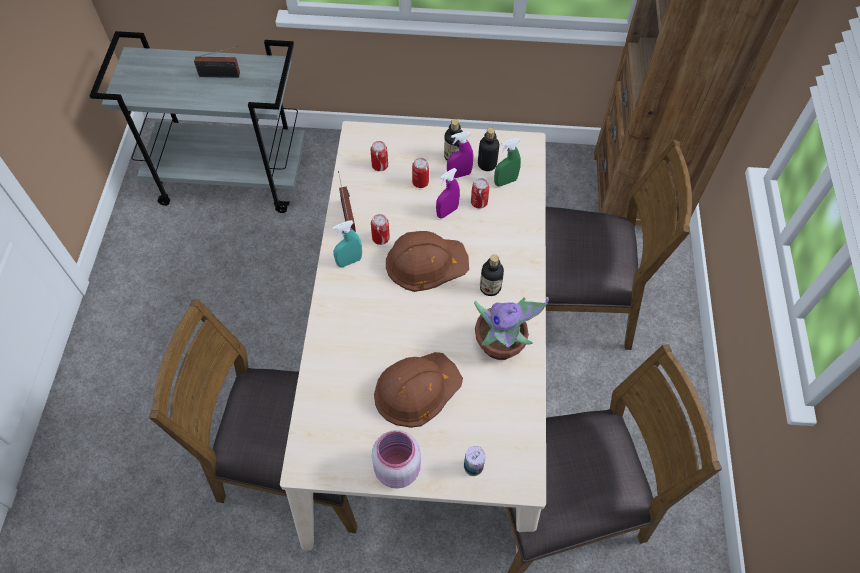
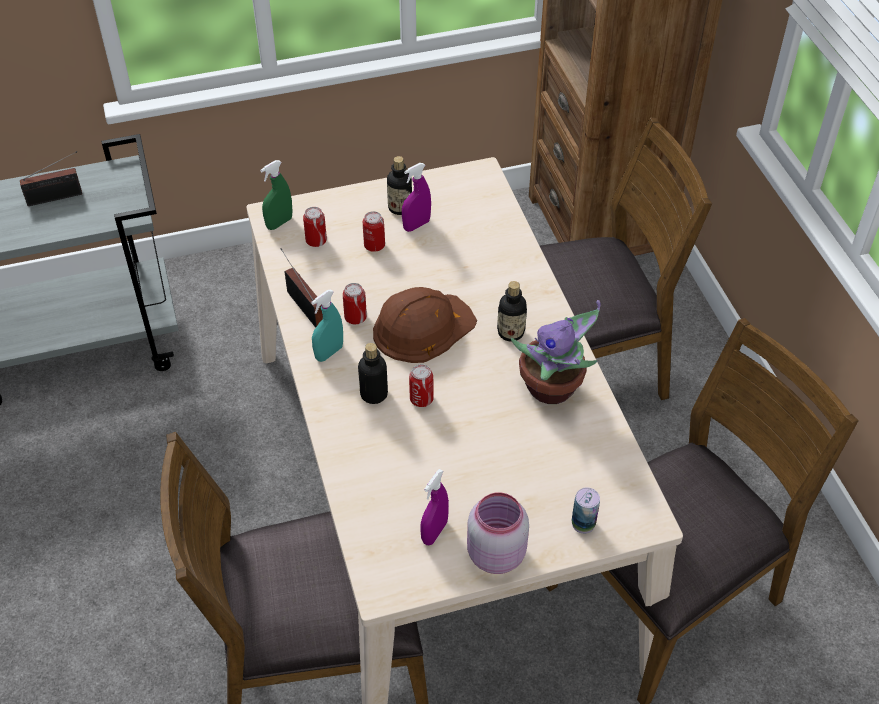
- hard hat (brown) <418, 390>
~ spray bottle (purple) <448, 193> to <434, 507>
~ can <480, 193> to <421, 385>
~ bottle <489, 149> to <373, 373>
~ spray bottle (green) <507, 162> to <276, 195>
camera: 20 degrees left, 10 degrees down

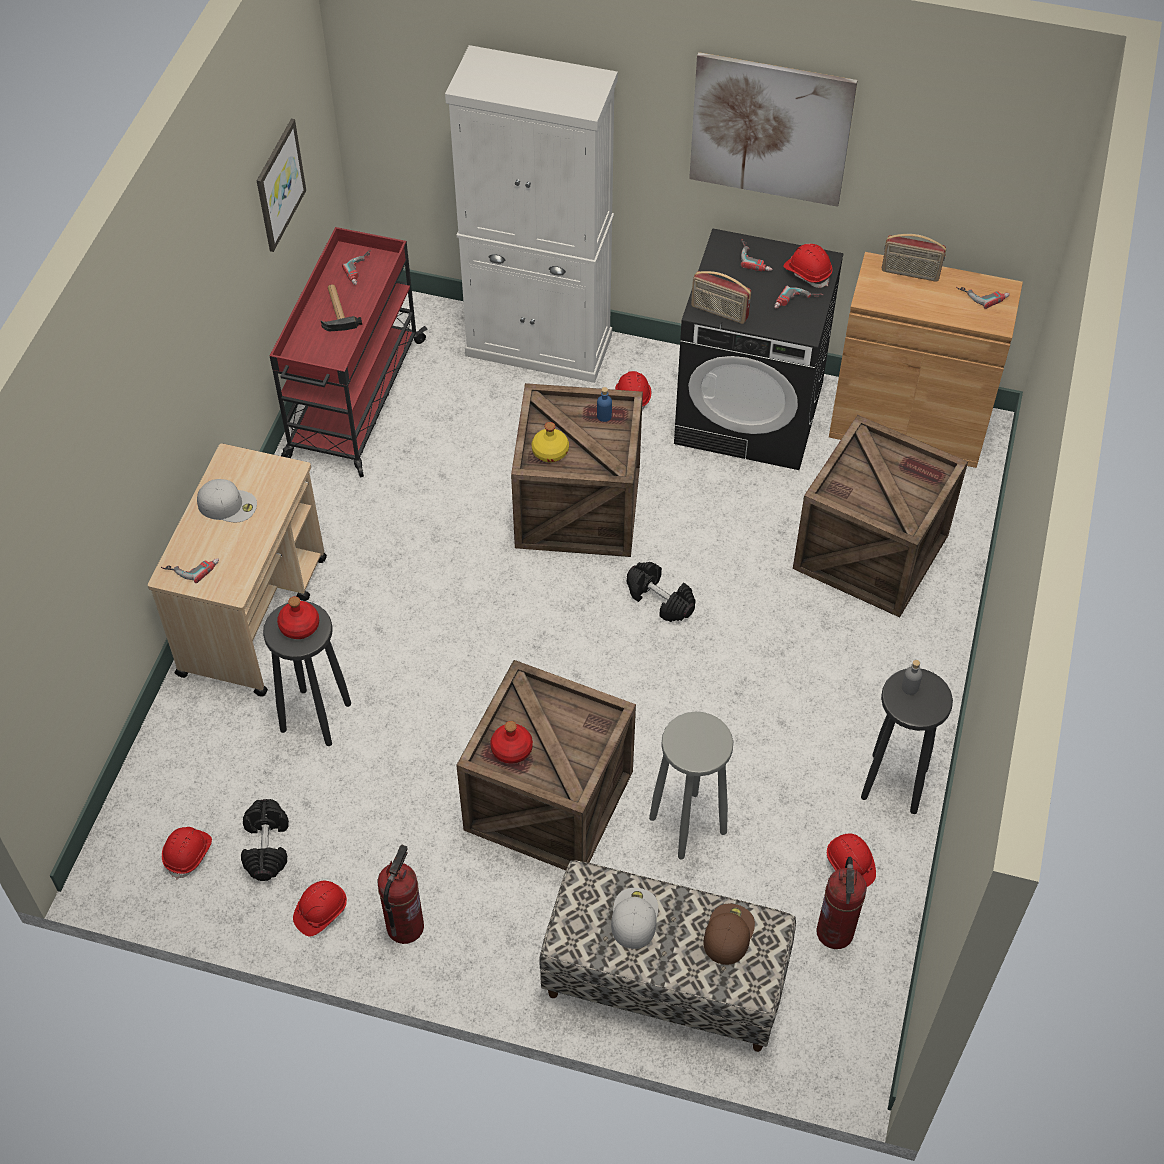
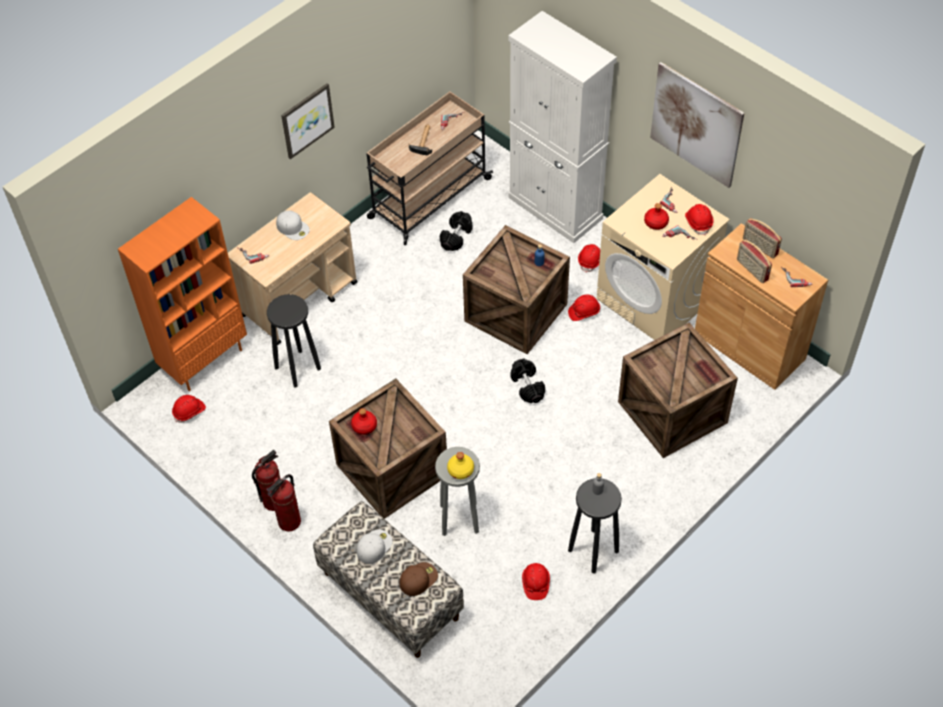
+ bookcase (orange) <182, 294>
~ dumbbell (black) <265, 840> to <456, 231>
~ picture <281, 185> to <308, 121>
~ bottle (red) <298, 617> to <656, 216>
~ hard hat (red) <320, 909> to <584, 307>
~ bottle (yellow) <550, 442> to <460, 465>
~ radio <721, 297> to <754, 261>
~ fire extinguisher <841, 903> to <285, 503>
~ cart (red) <348, 352> to cart (beige) <429, 168>
~ washing machine (black) <759, 349> to washing machine (beige) <663, 257>
camera: 30 degrees right, 0 degrees up

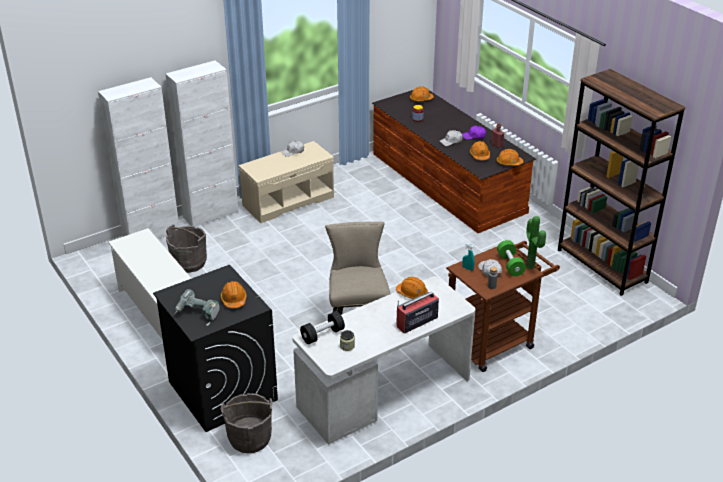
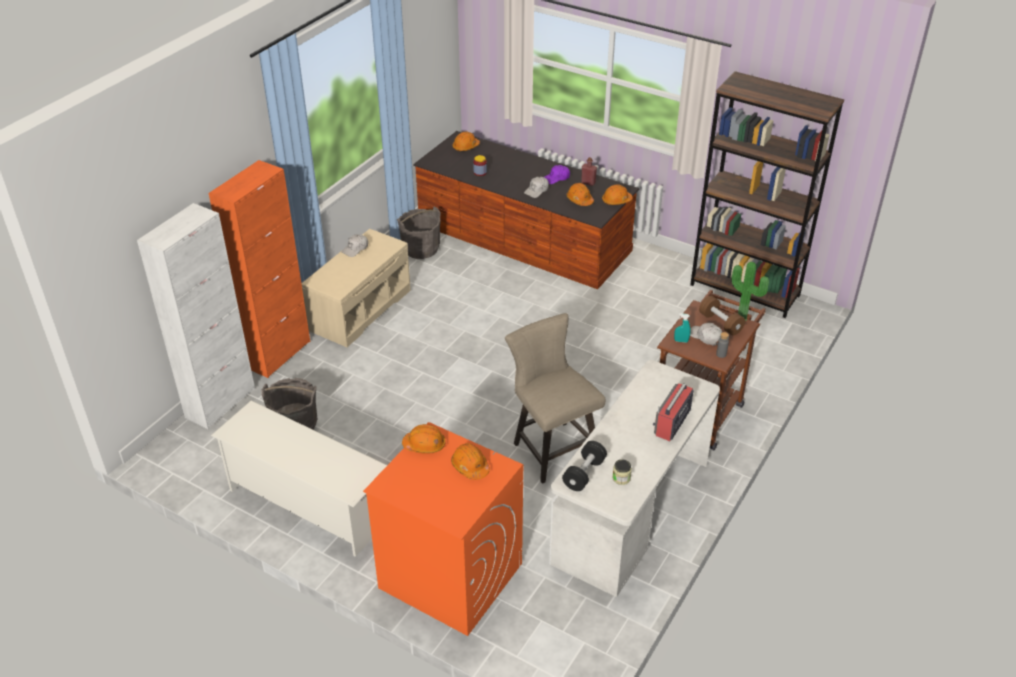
- power drill <197, 307>
~ bucket (grey) <247, 423> to <419, 233>
~ hard hat (orange) <412, 288> to <424, 439>
~ washing machine (black) <215, 348> to washing machine (orange) <443, 529>
~ cabinet (white) <202, 144> to cabinet (orange) <259, 269>
~ dumbbell (green) <511, 258> to dumbbell (brown) <722, 315>
camera: 25 degrees left, 5 degrees up

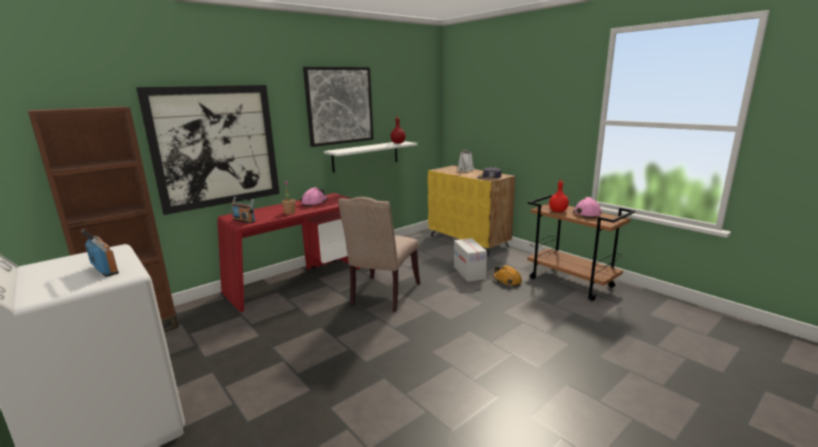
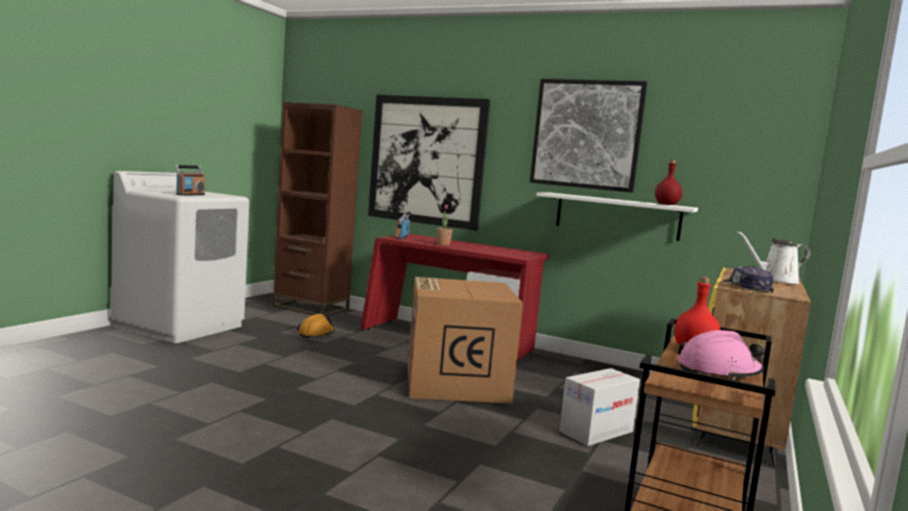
- hard hat (pink) <314, 197>
~ hard hat (orange) <507, 276> to <316, 326>
~ chair (beige) <379, 254> to cardboard box <465, 340>
camera: 65 degrees right, 10 degrees down

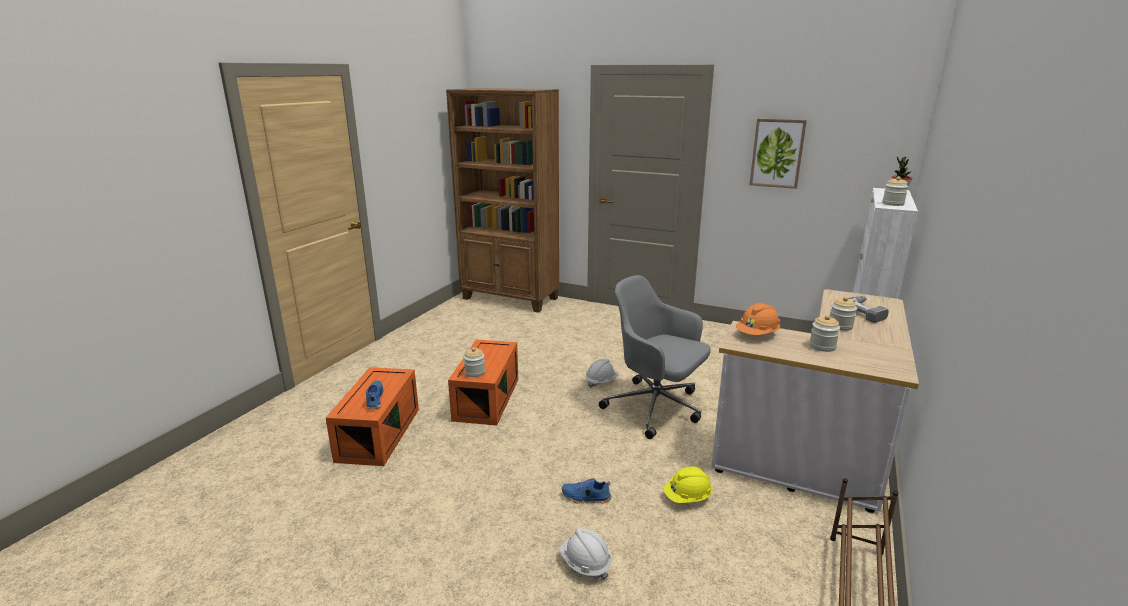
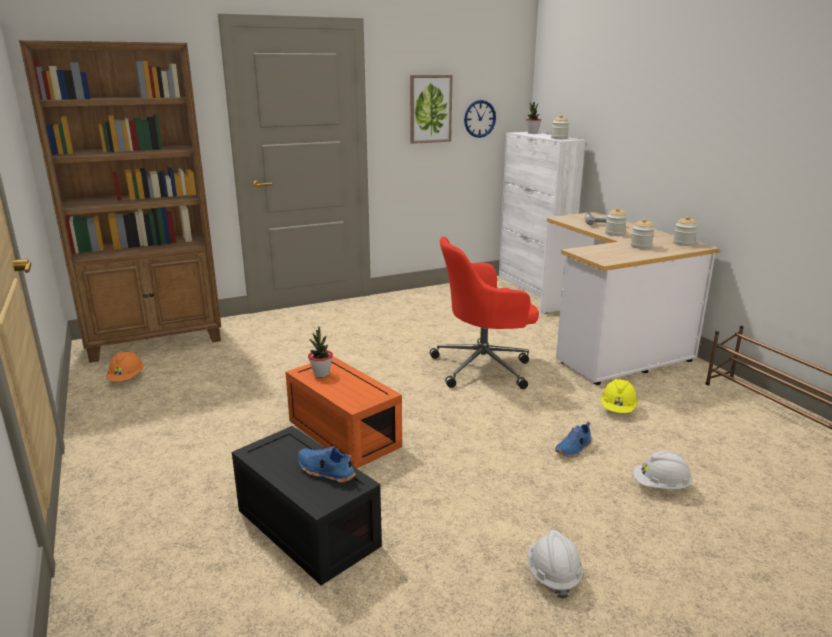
+ potted plant <320, 351>
+ wall clock <480, 119>
~ jar <474, 362> to <685, 231>
~ hard hat (white) <602, 373> to <555, 564>
~ hard hat (orange) <758, 319> to <125, 366>
~ storage box (orange) <372, 416> to storage box (black) <307, 506>
~ office chair (grey) <655, 357> to office chair (red) <484, 312>
camera: 50 degrees left, 0 degrees up

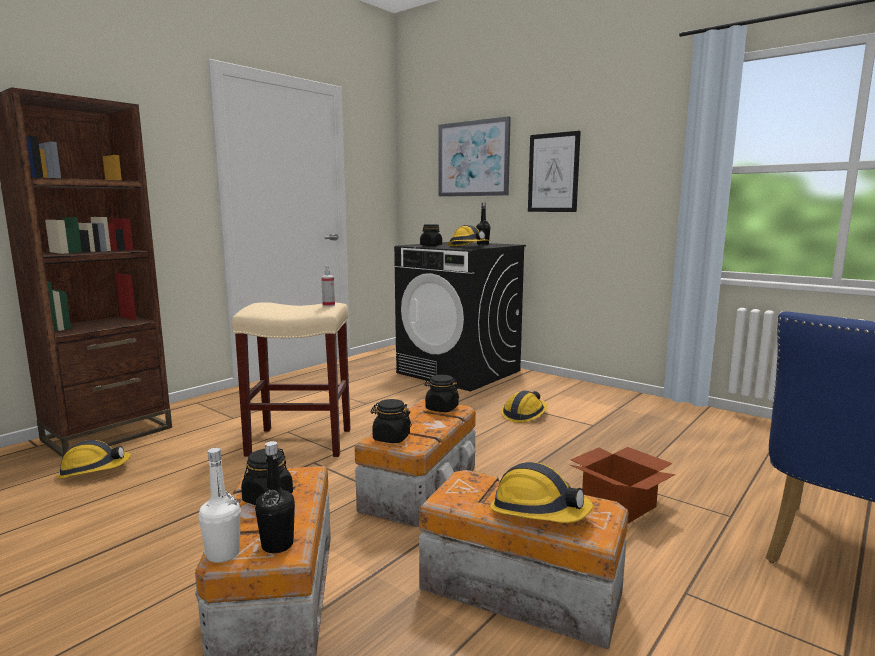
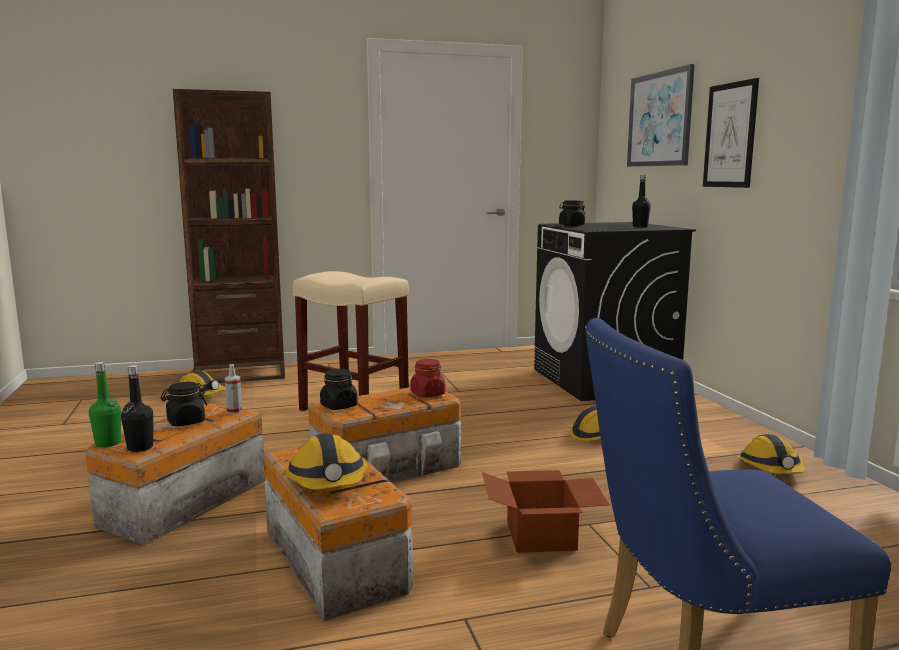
~ spray bottle <328, 286> to <233, 389>
~ hard hat <469, 235> to <771, 454>
~ bottle (white) <220, 505> to bottle (green) <105, 404>
~ jar (black) <441, 393> to jar (red) <428, 378>
camera: 35 degrees right, 0 degrees up

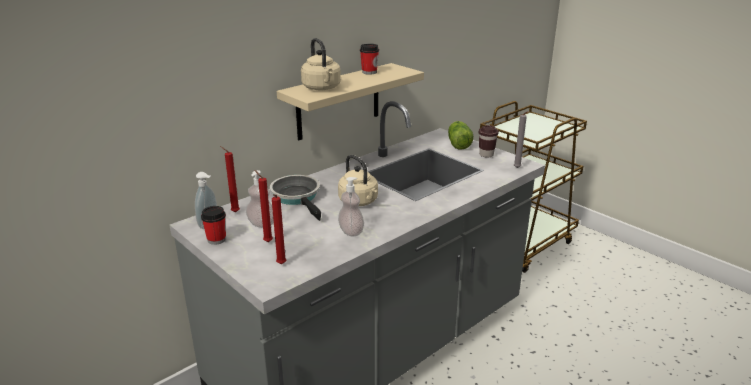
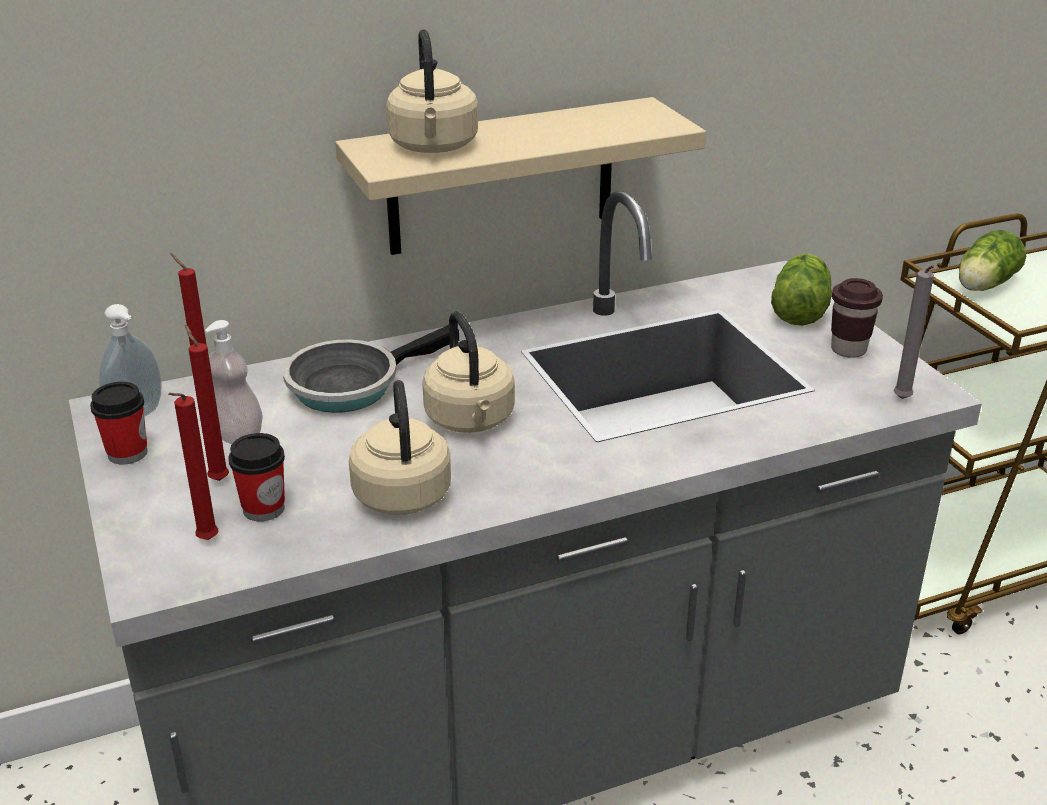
+ lettuce <992, 260>
~ cup <369, 59> to <256, 477>
~ soap dispenser <351, 207> to kettle (beige) <400, 447>
~ frying pan <295, 198> = <371, 369> 120 degrees counterclockwise
camera: 20 degrees right, 5 degrees up

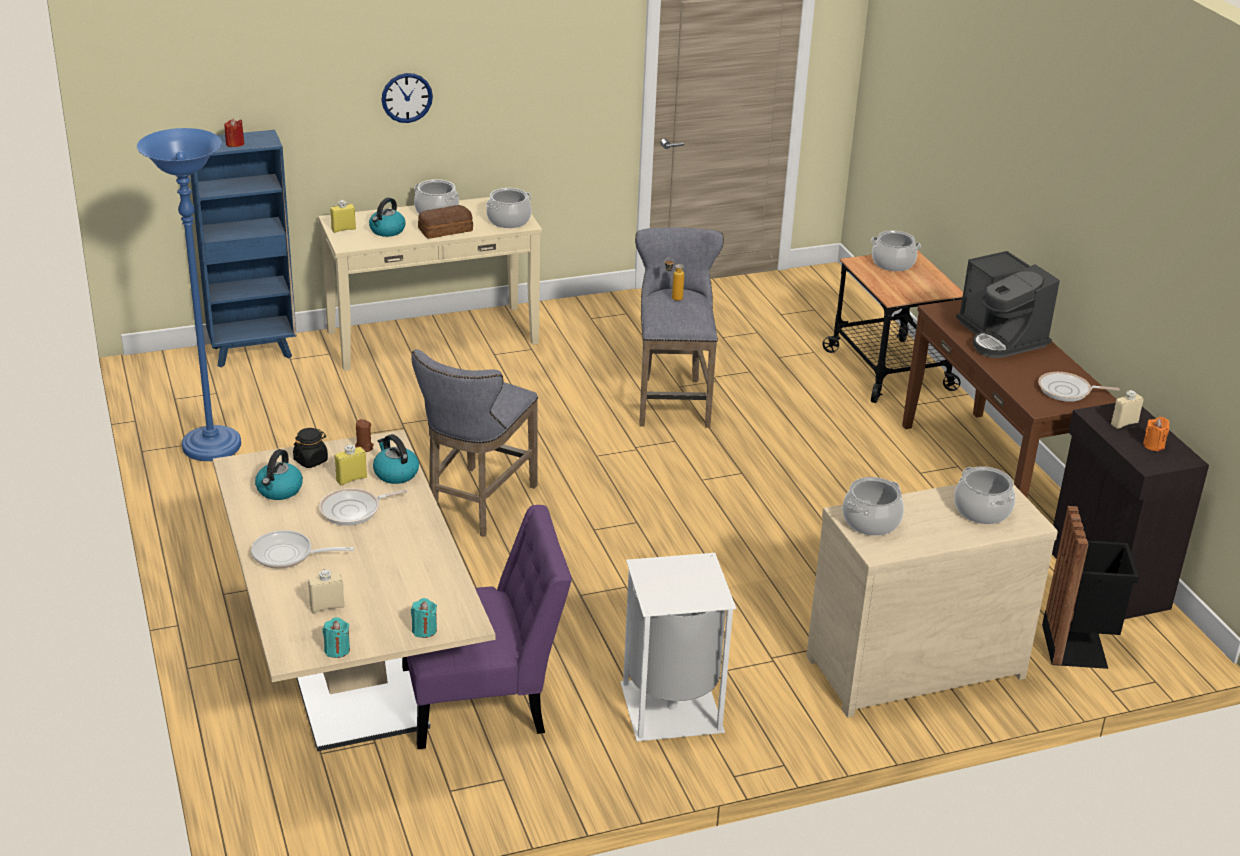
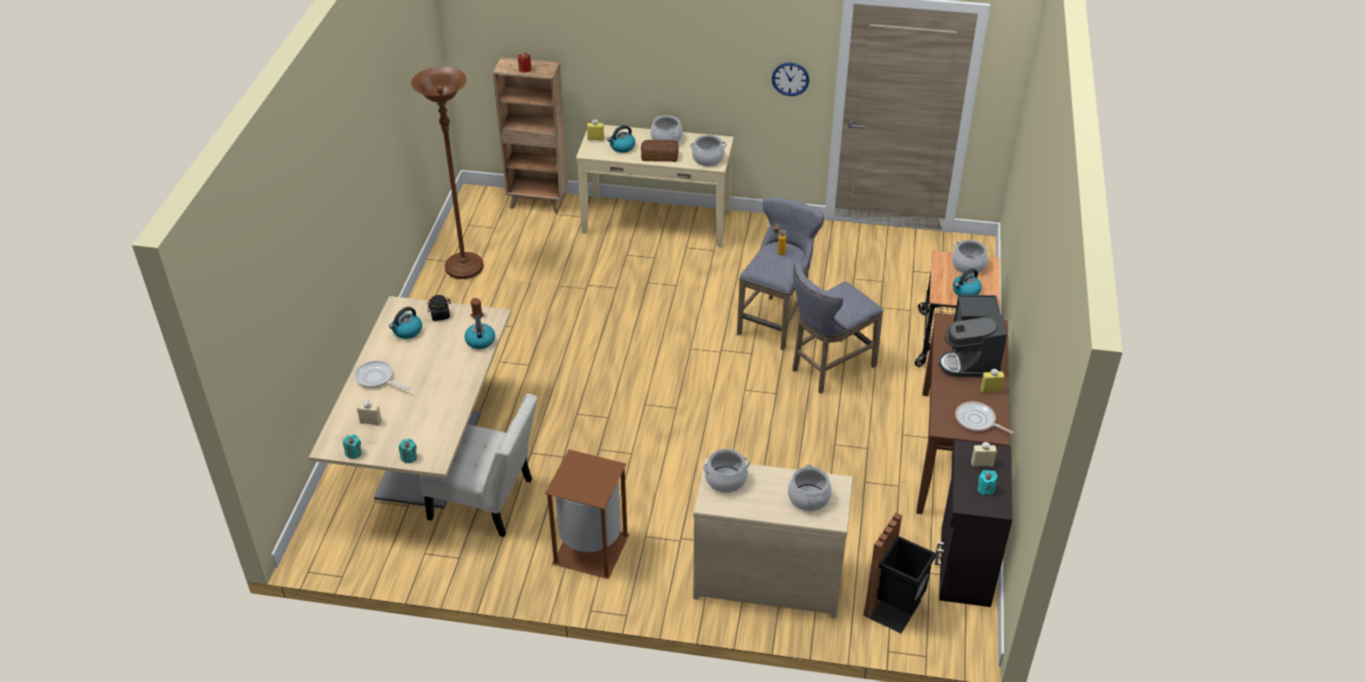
- frying pan <363, 507>
+ kettle <967, 281>
~ bottle (yellow) <351, 464> to <992, 381>
~ wall clock <407, 98> to <790, 79>
~ stool (grey) <474, 442> to <837, 328>
~ floor lamp (blue) <189, 294> to floor lamp (brown) <447, 173>
~ bookcase (blue) <243, 249> to bookcase (brown) <530, 135>
~ chair (purple) <487, 627> to chair (white) <479, 465>
~ trash can (white) <678, 647> to trash can (brown) <587, 514>
~ candle (orange) <1156, 434> to candle (turquoise) <987, 483>
camera: 30 degrees right, 10 degrees up

